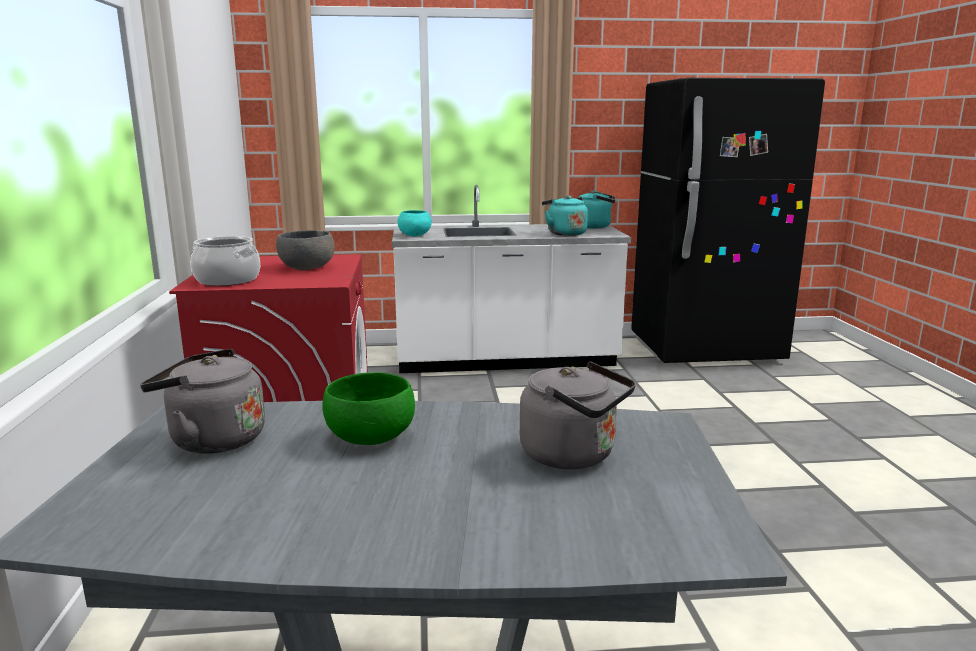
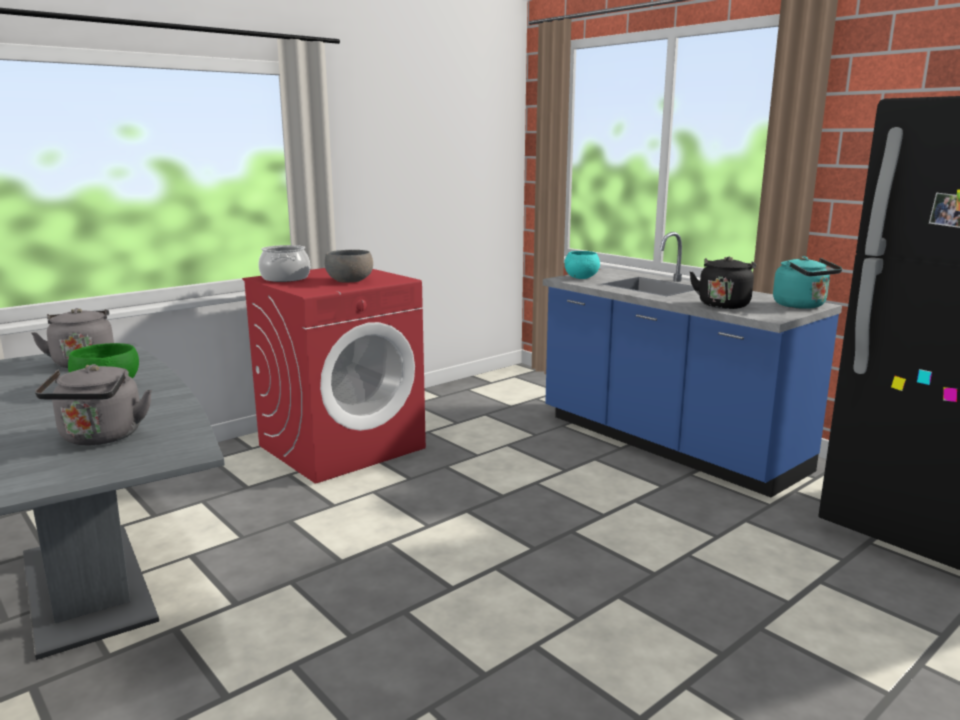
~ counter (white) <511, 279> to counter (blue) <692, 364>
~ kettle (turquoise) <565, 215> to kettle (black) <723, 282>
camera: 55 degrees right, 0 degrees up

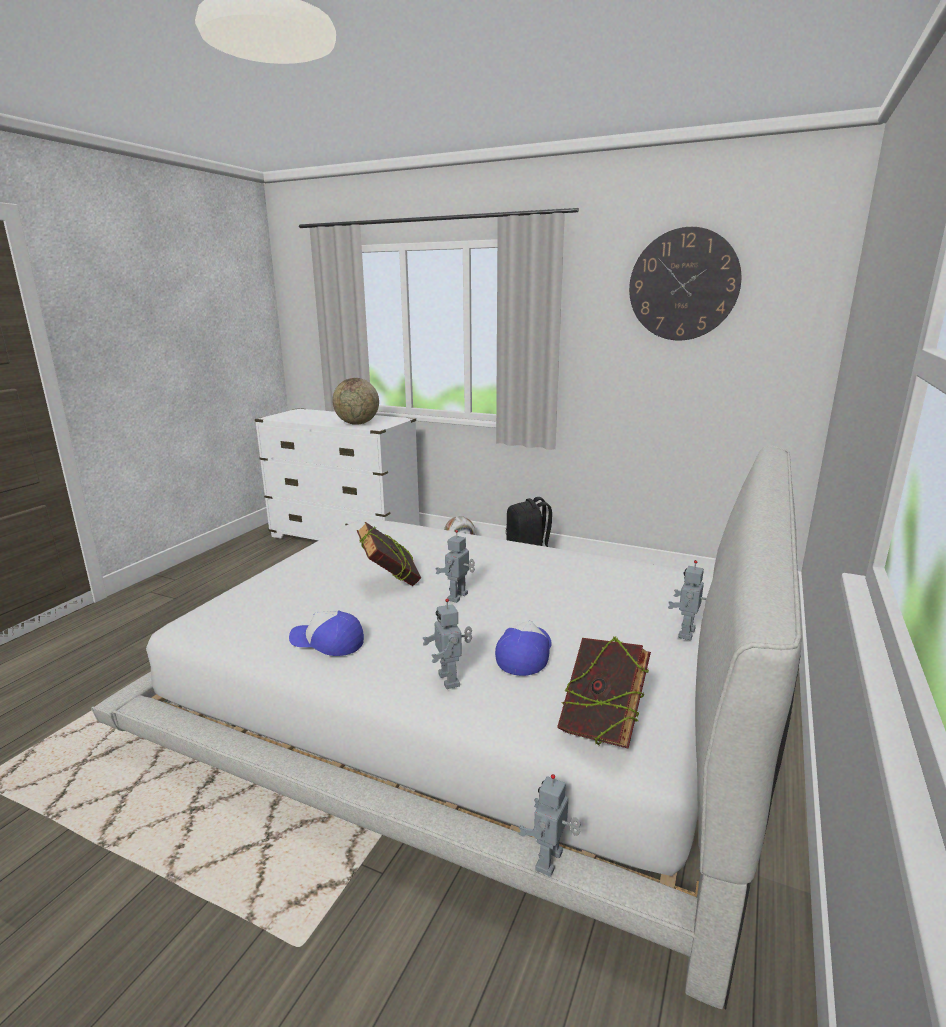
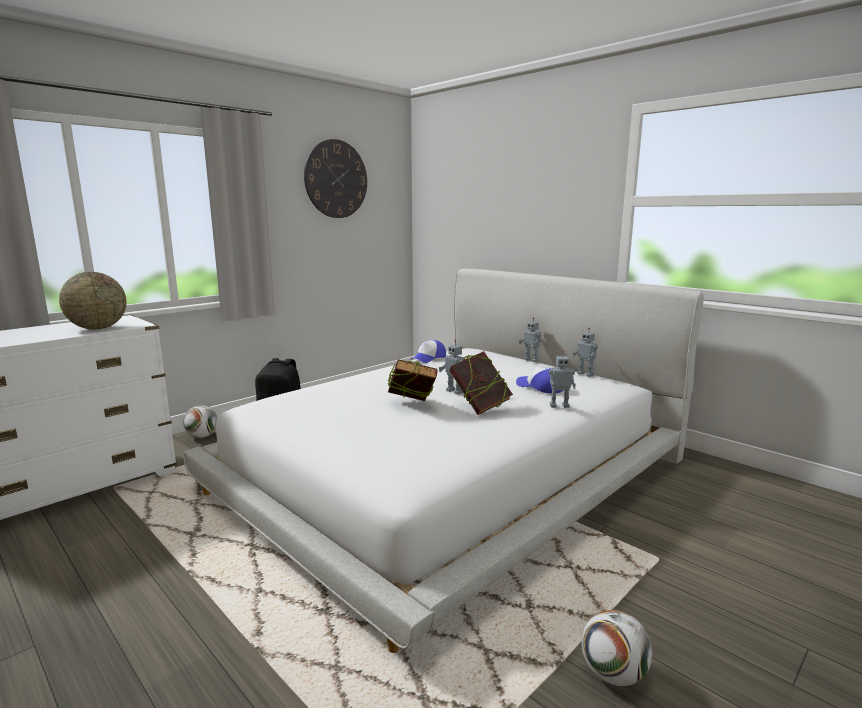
+ football <617, 648>
~ cap <326, 633> to <428, 351>
~ toy robot <550, 825> to <585, 352>
~ book <604, 692> to <481, 383>
camera: 70 degrees left, 5 degrees down

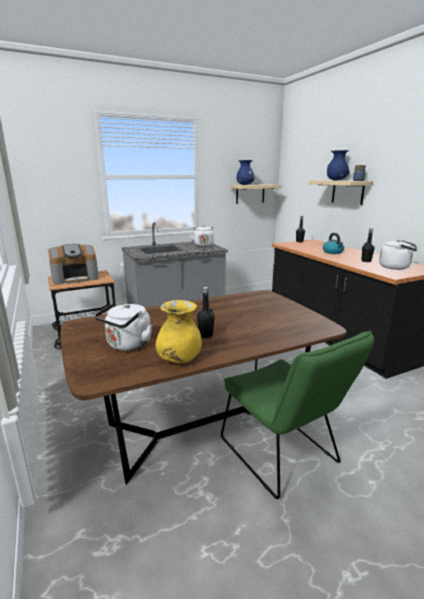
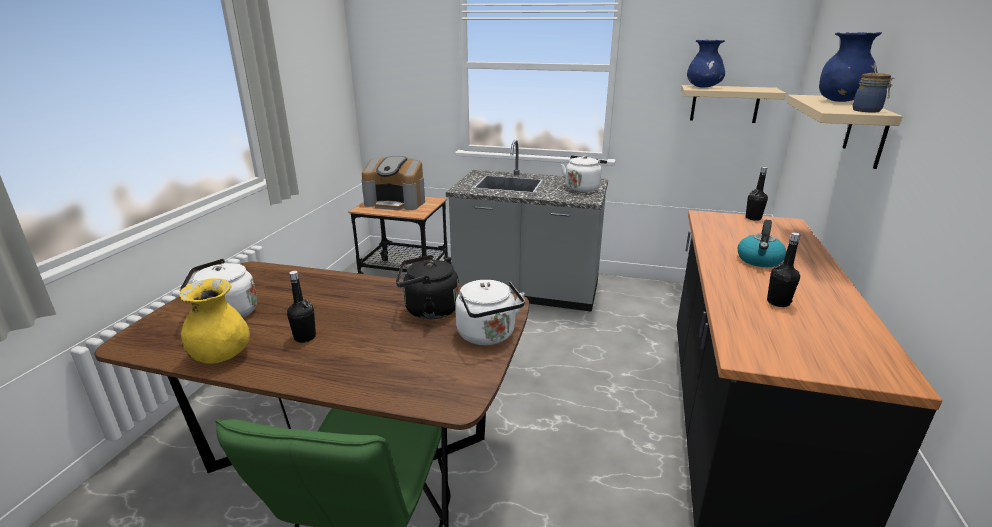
+ kettle (black) <427, 287>
~ kettle (white) <398, 254> to <490, 312>
camera: 40 degrees right, 5 degrees up

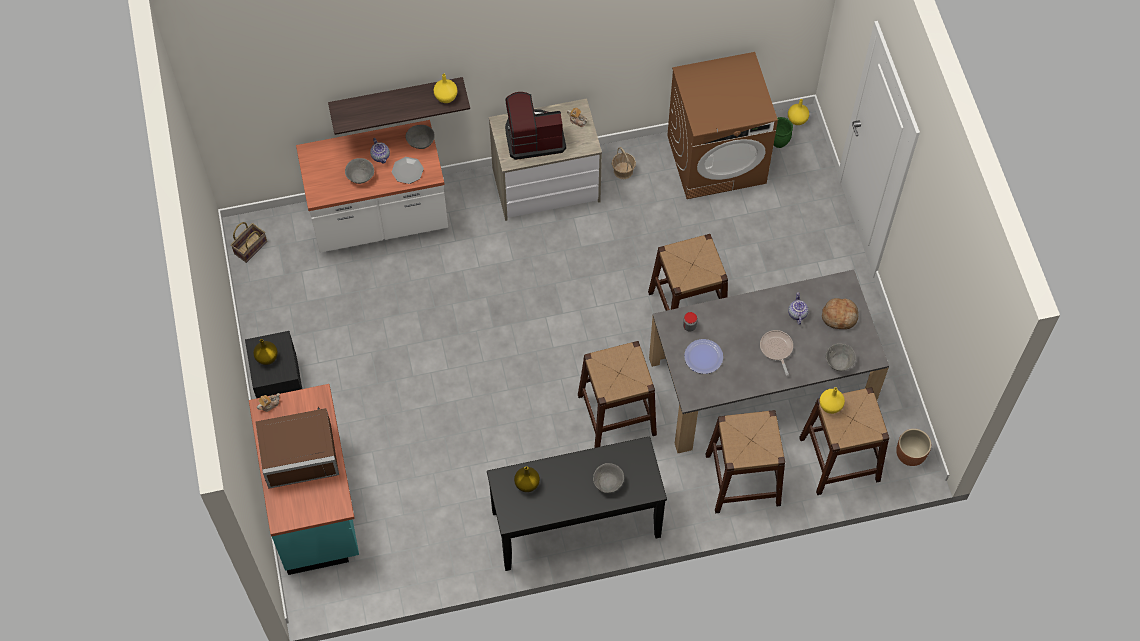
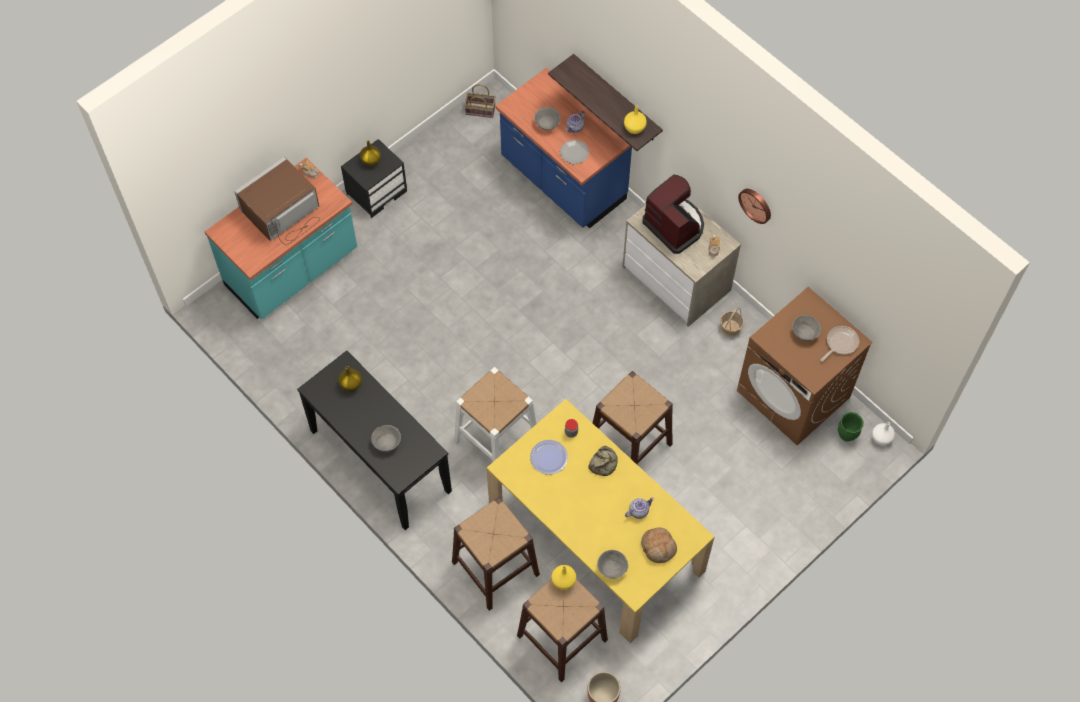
+ bread <603, 461>
+ wall clock <754, 206>
~ bowl (grey) <420, 137> to <806, 328>
~ frying pan <776, 353> to <840, 343>
~ counter (white) <372, 186> to counter (blue) <564, 148>
~ stool (brown) <617, 394> to stool (white) <495, 414>
~ dining table (grey) <769, 361> to dining table (yellow) <601, 521>
~ vase (yellow) <798, 112> to vase (white) <883, 434>
~ microwave (brown) <297, 447> = <277, 201> 90 degrees clockwise
camera: 60 degrees right, 0 degrees up

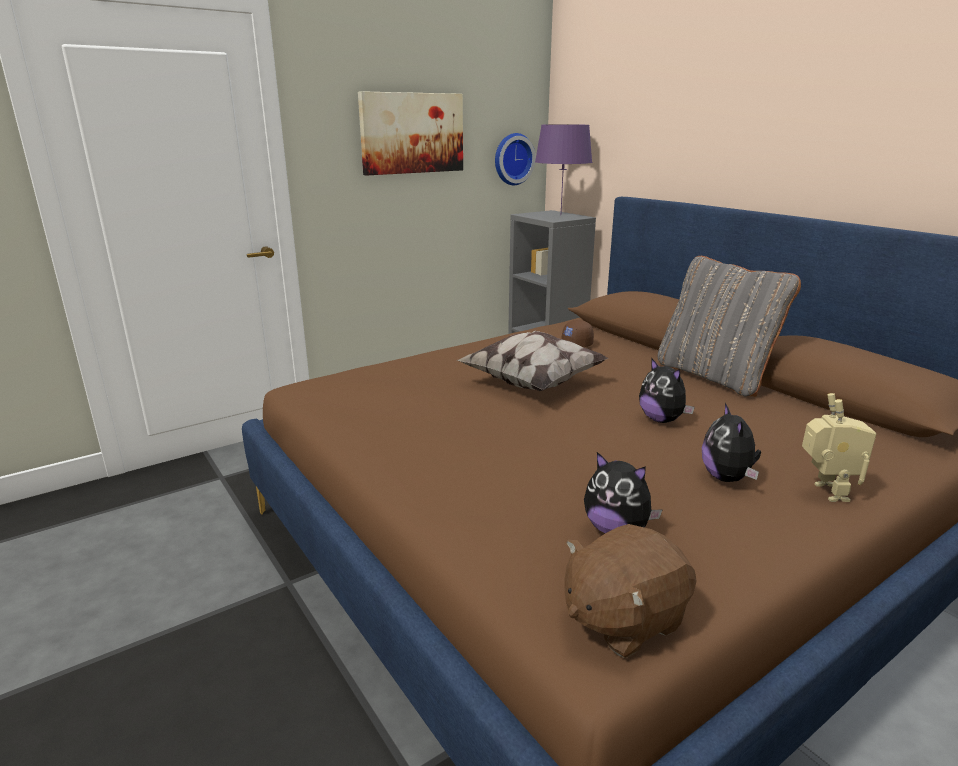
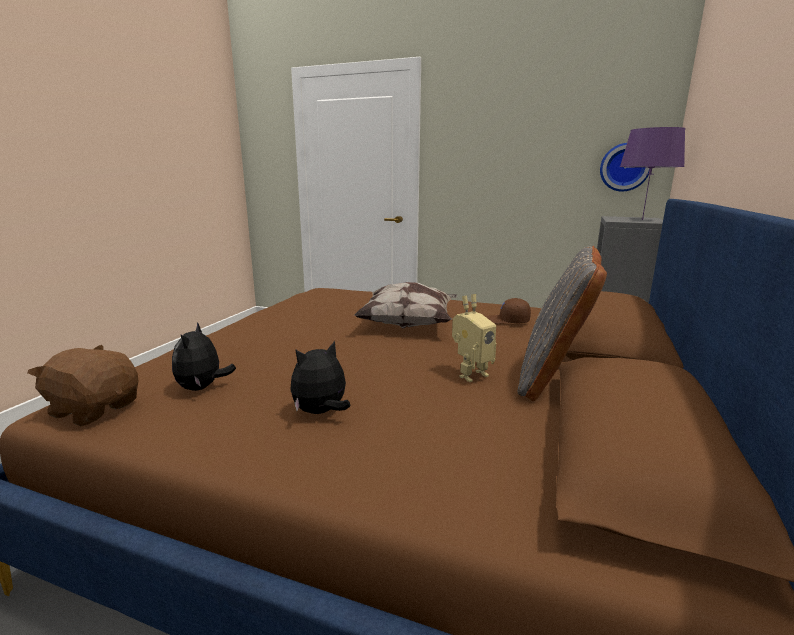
- picture <410, 133>
- plush toy <667, 391>
~ toy robot <839, 447> to <474, 338>
camera: 55 degrees right, 5 degrees down

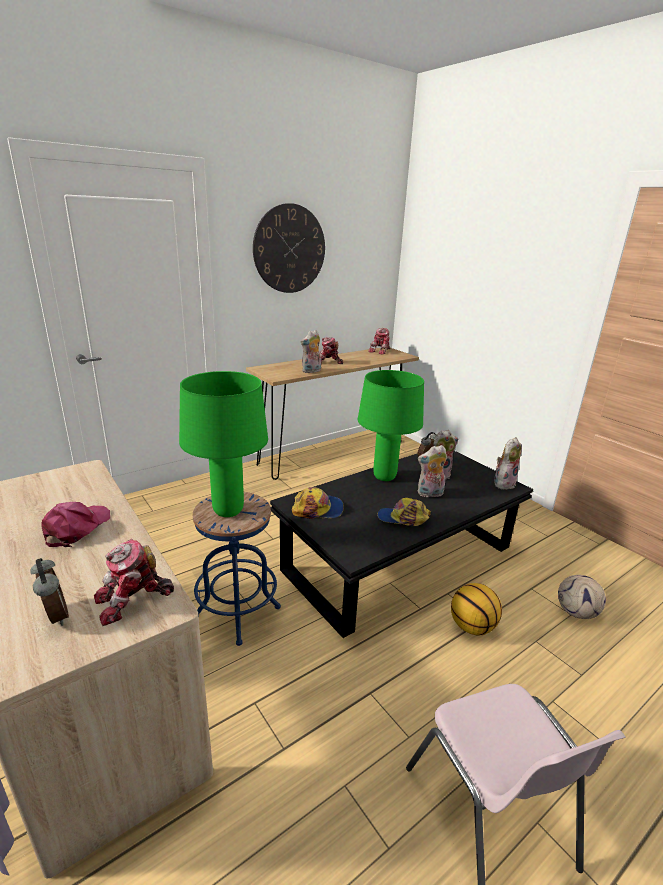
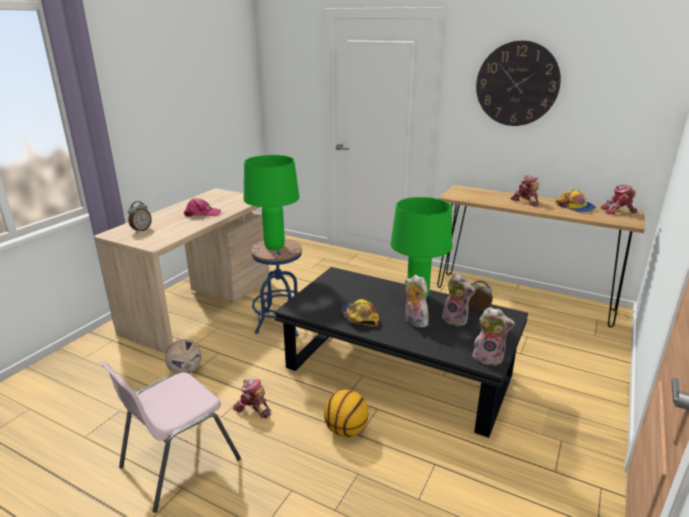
- plush toy <311, 351>
~ toy robot <134, 582> to <252, 398>
~ cap <318, 503> to <576, 201>
~ football <582, 597> to <183, 356>
camera: 65 degrees right, 0 degrees up

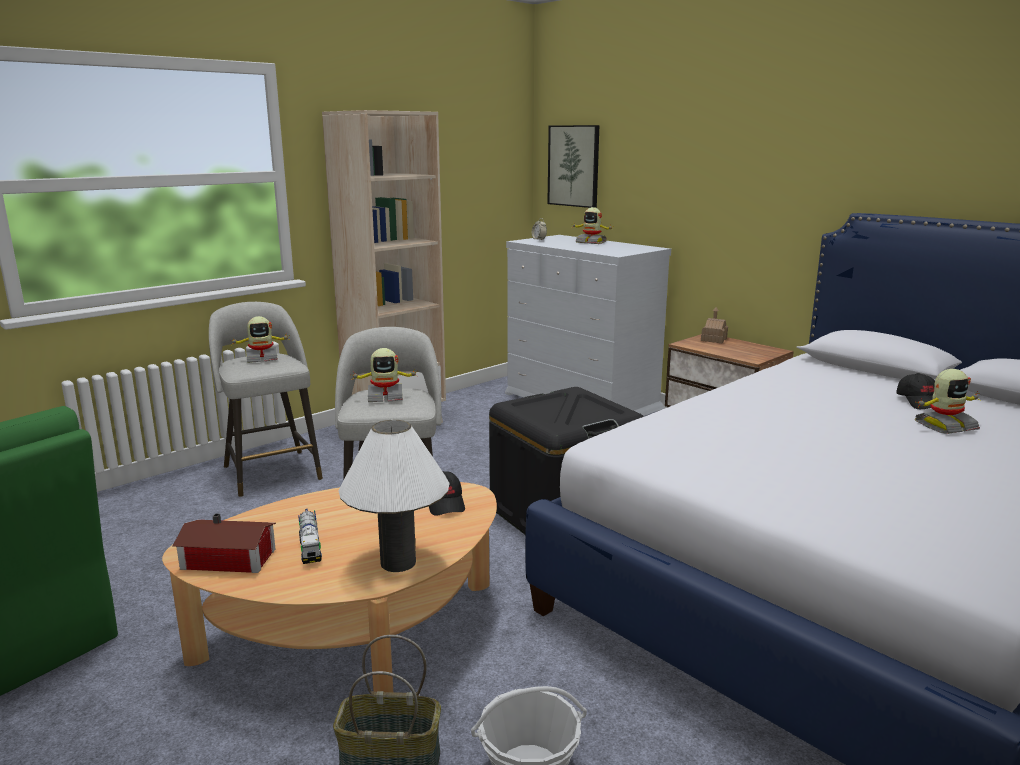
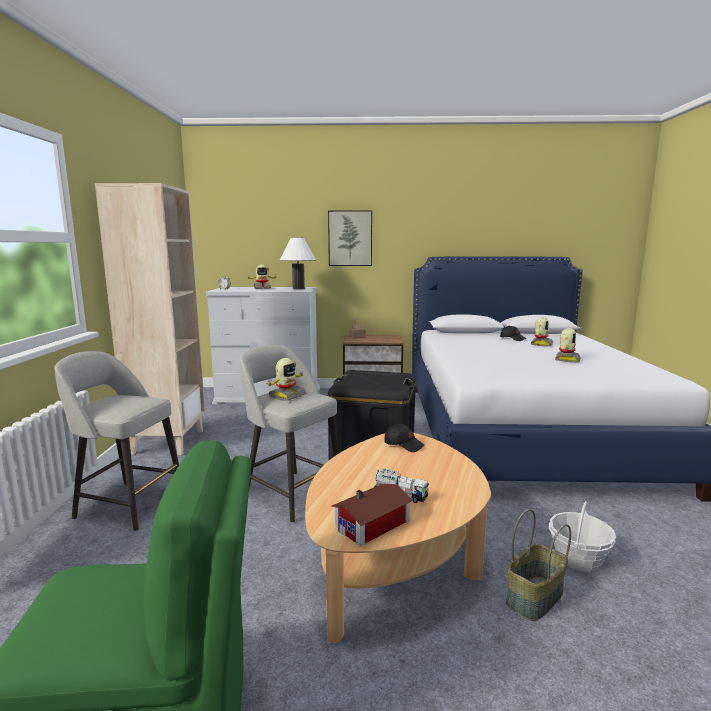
~ toy robot <260, 339> to <568, 345>
~ table lamp (white) <394, 496> to <298, 264>
~ picture <573, 166> to <350, 238>
camera: 45 degrees left, 5 degrees down

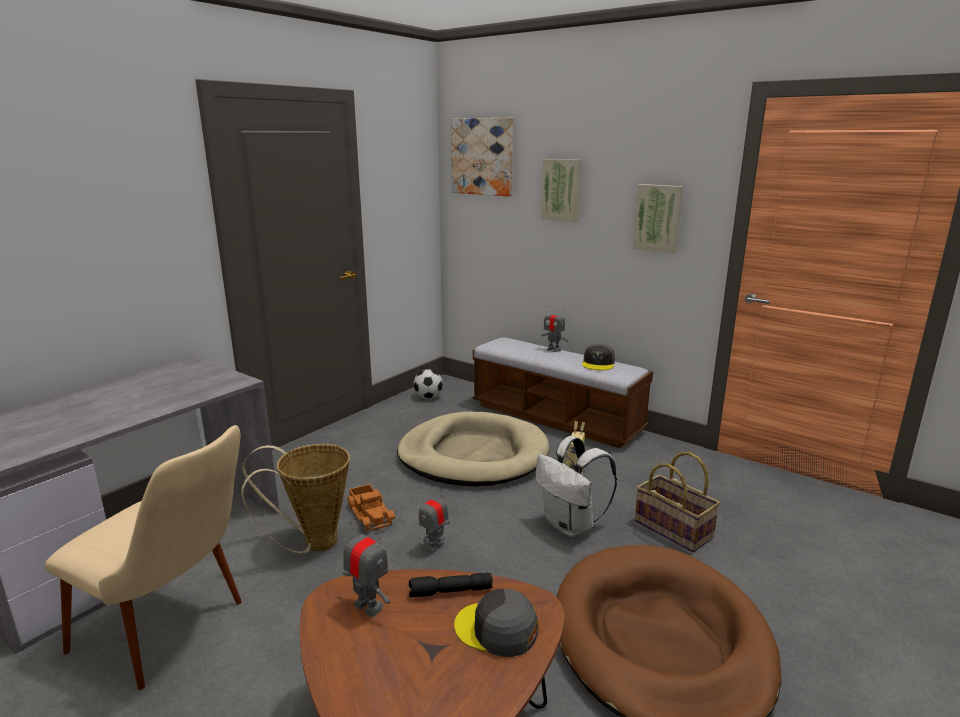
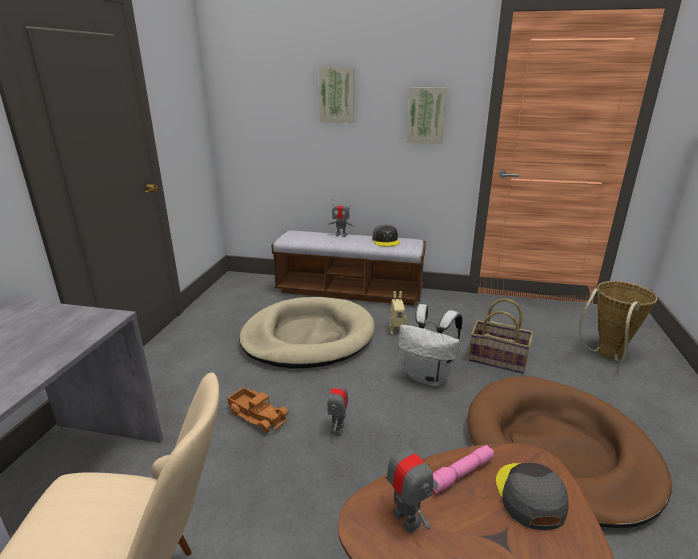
- football <428, 384>
- picture <482, 157>
~ basket <295, 499> to <618, 321>
~ flashlight (black) <451, 585> to flashlight (pink) <463, 469>
~ toy robot <366, 569> = <409, 483> 45 degrees clockwise
~ cap (grey) <496, 623> = <532, 496> 90 degrees clockwise
camera: 25 degrees left, 5 degrees up

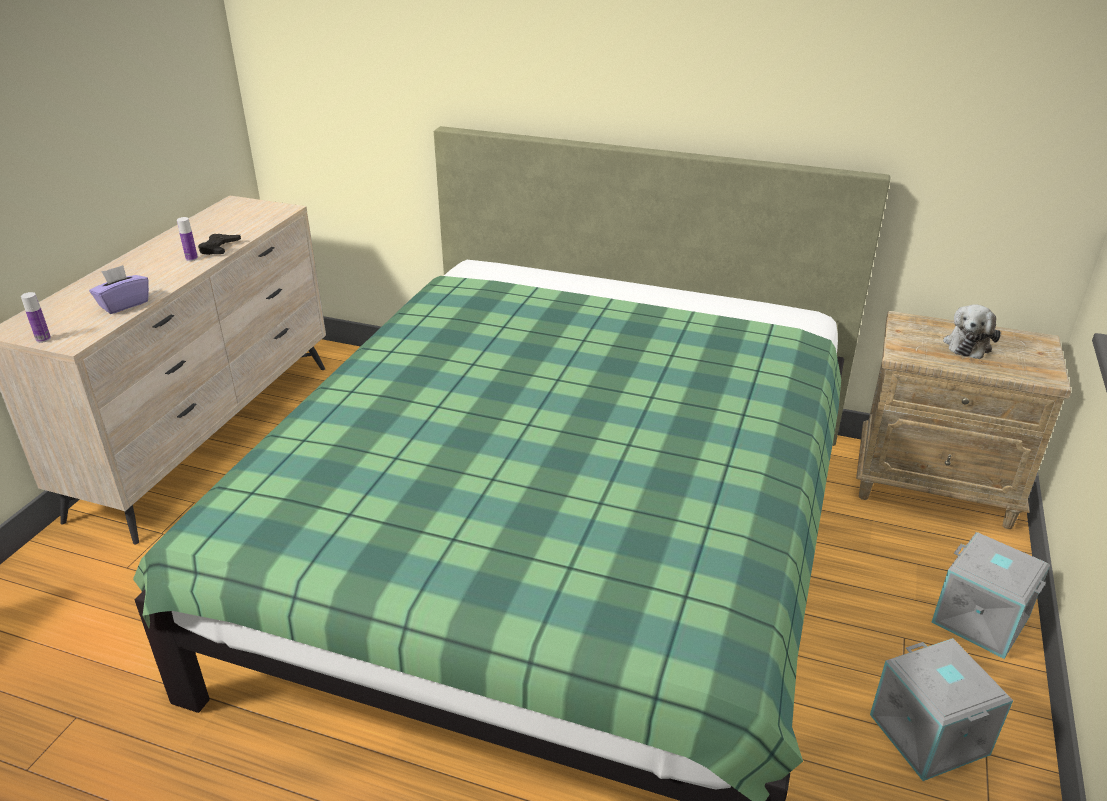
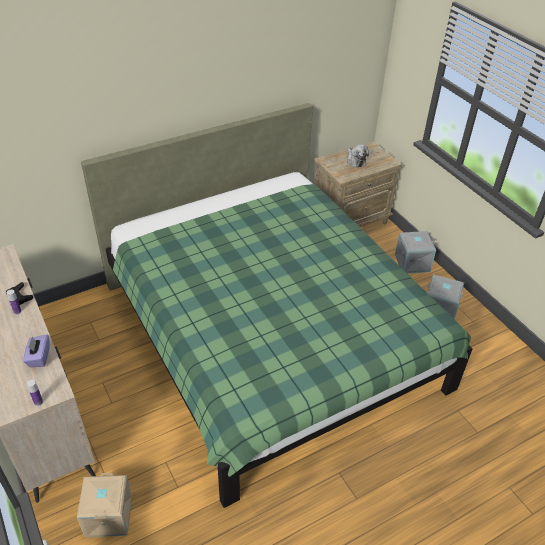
+ storage box (beige) <104, 505>
camera: 50 degrees left, 10 degrees up

